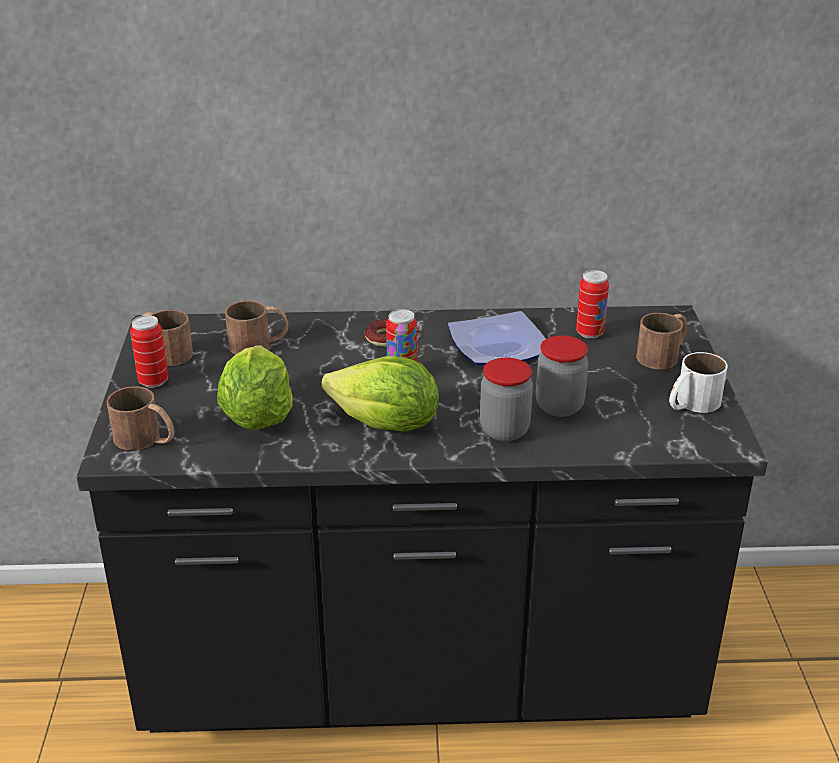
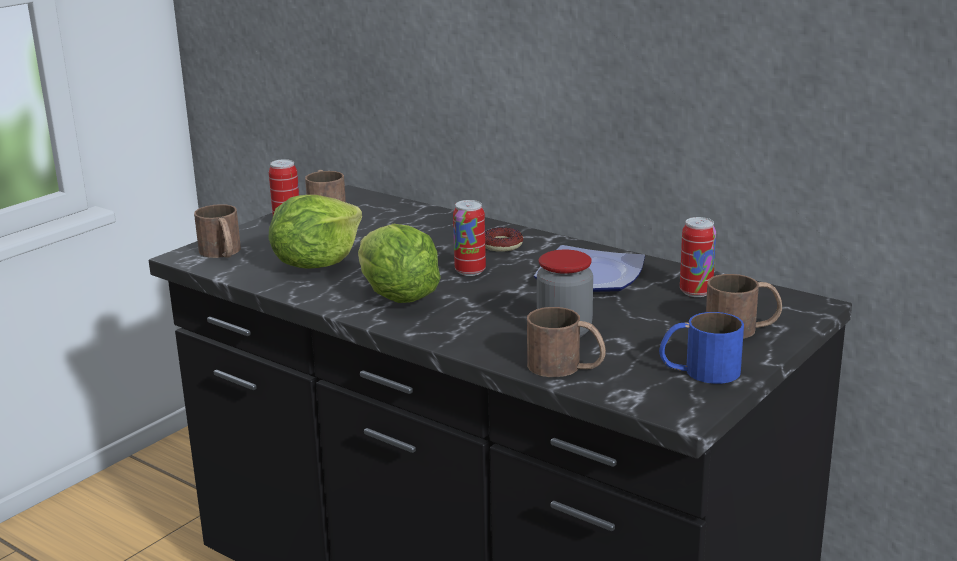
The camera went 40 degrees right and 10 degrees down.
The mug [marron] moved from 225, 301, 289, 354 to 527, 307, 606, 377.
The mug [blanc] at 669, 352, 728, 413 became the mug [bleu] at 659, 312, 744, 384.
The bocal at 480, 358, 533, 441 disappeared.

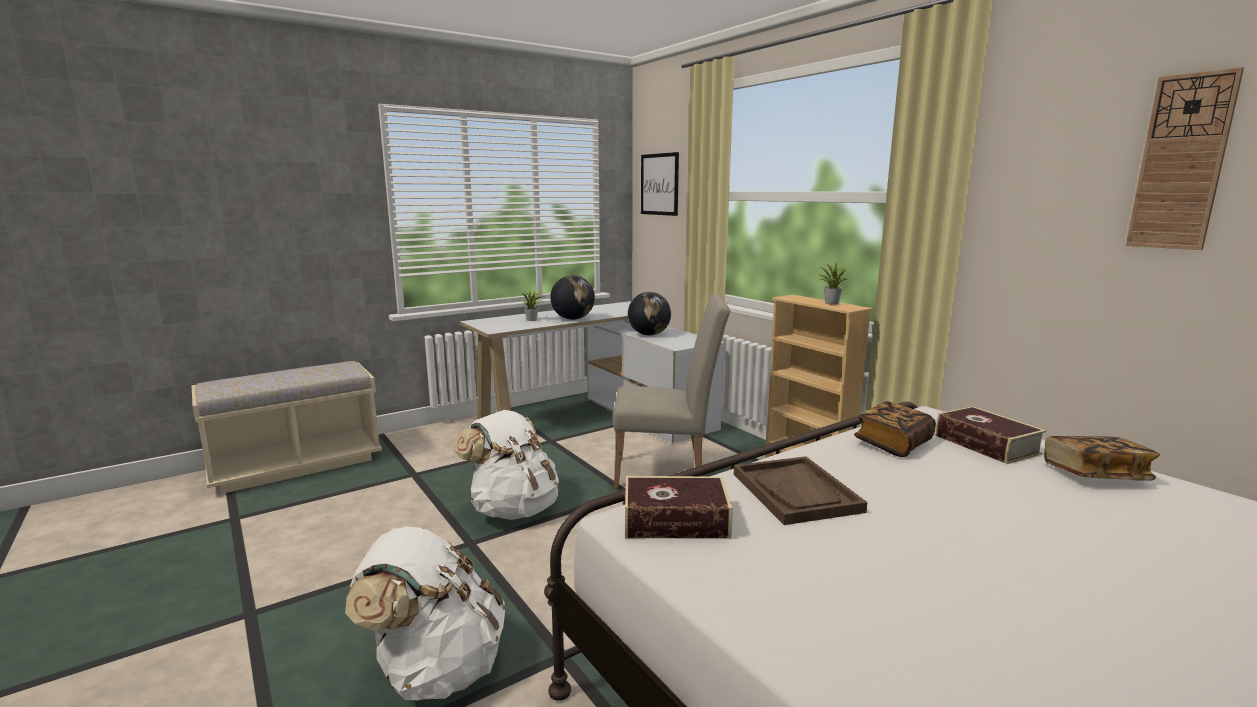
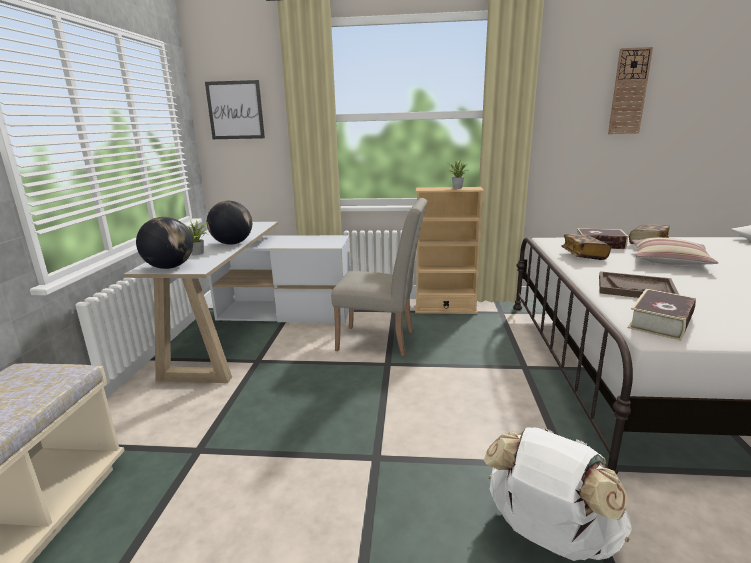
The camera went 50 degrees left and 5 degrees up.
The globe moved from 628, 292, 671, 335 to 136, 217, 193, 269.
The chaise [beige] at 613, 294, 730, 489 turned 60 degrees clockwise.
The coussin at 632, 237, 718, 265 appeared.
The sac à dos [blanc] at 454, 410, 559, 520 disappeared.

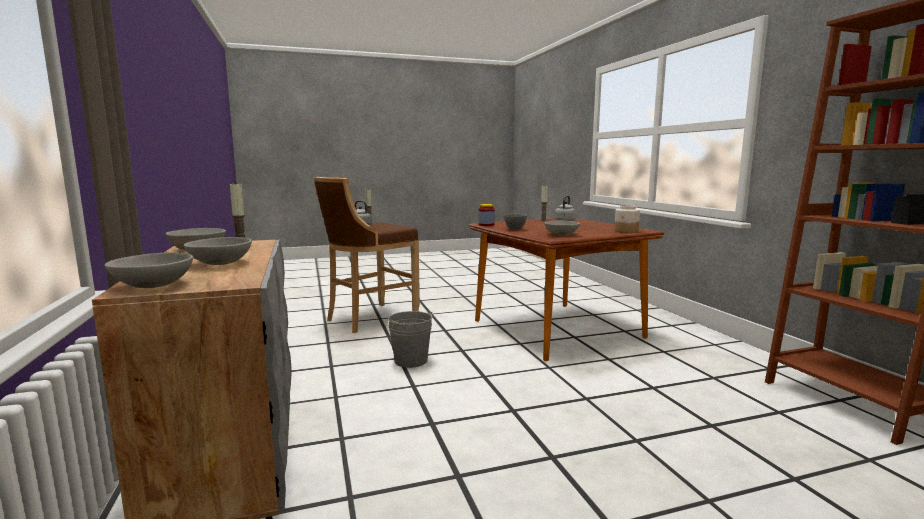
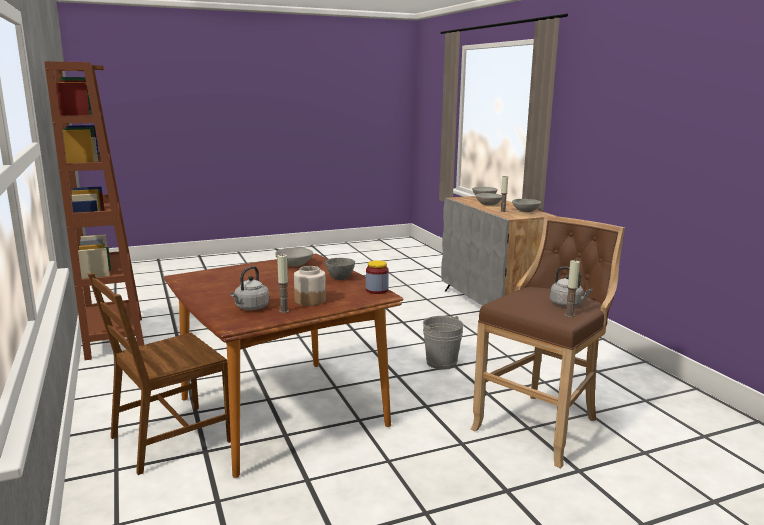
The camera went 175 degrees right and 5 degrees up.
The chaise [marron] at 88, 273, 231, 475 appeared.
The bocal moved from 614, 205, 640, 233 to 294, 266, 326, 306.

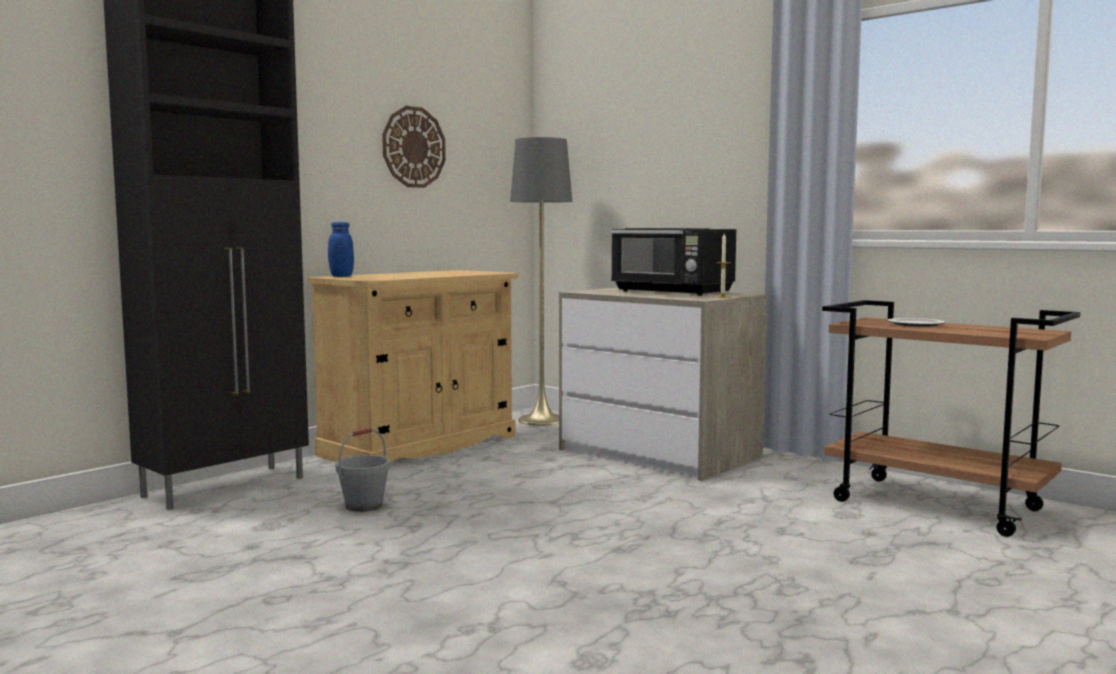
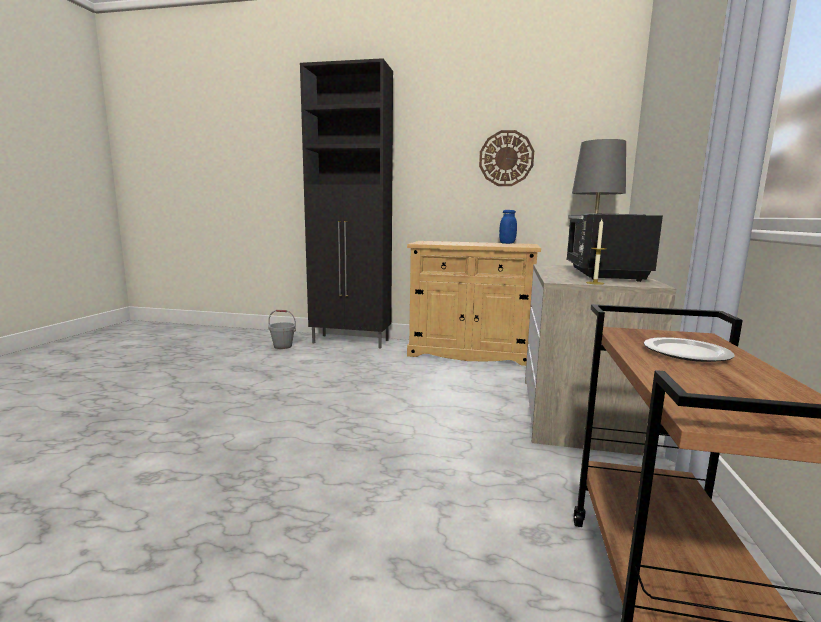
The camera went 60 degrees right and 5 degrees up.
The seau [gris] moved from 336, 428, 390, 512 to 268, 310, 296, 349.
The bocal [bleu] moved from 328, 222, 354, 277 to 499, 210, 517, 244.

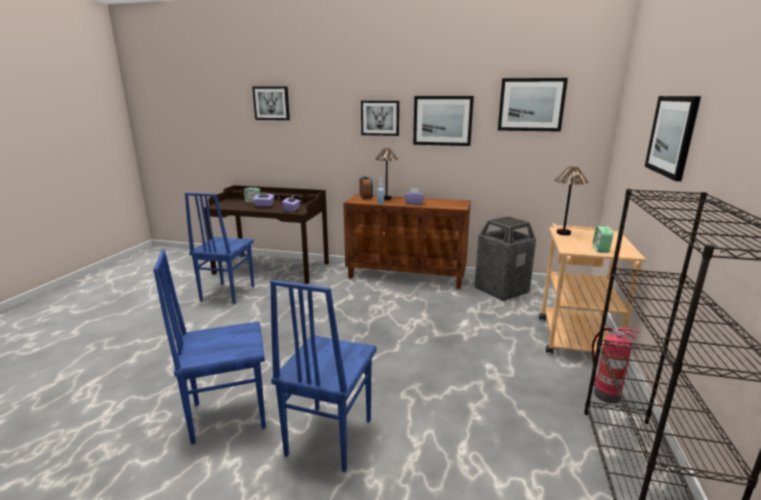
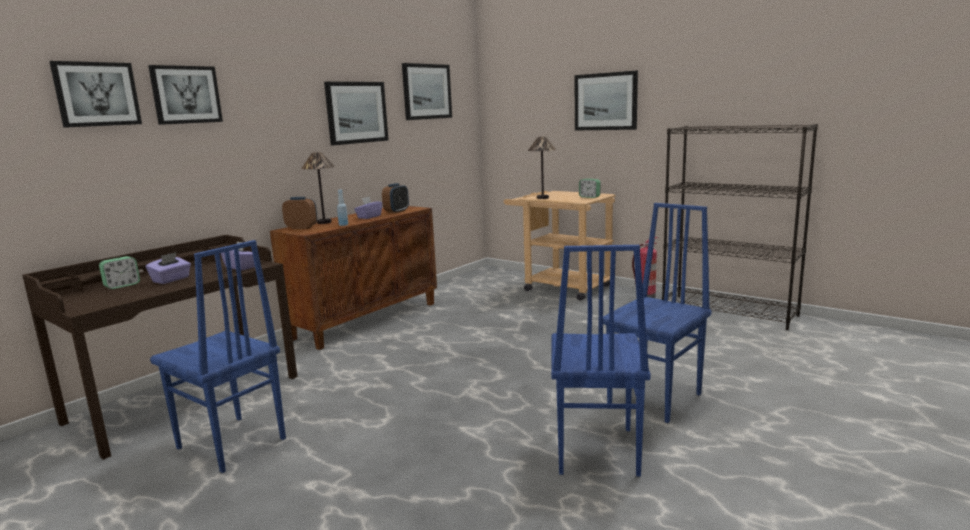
The camera went 65 degrees left and 5 degrees down.
The tableau moved from 361, 101, 399, 136 to 148, 65, 223, 125.
The réveil at 382, 183, 409, 213 appeared.
The chaise [bleu] at 270, 280, 377, 472 turned 90 degrees counterclockwise.
The poubelle at 474, 216, 536, 301 disappeared.

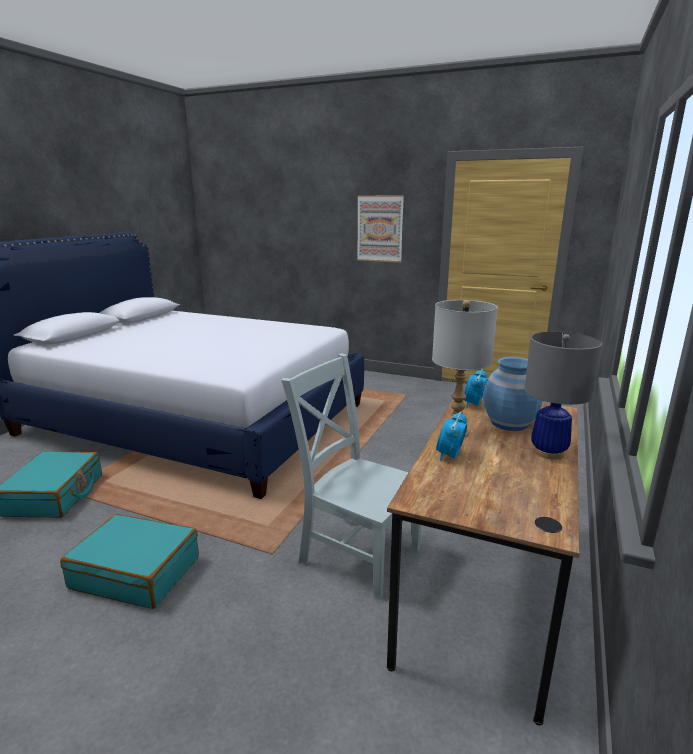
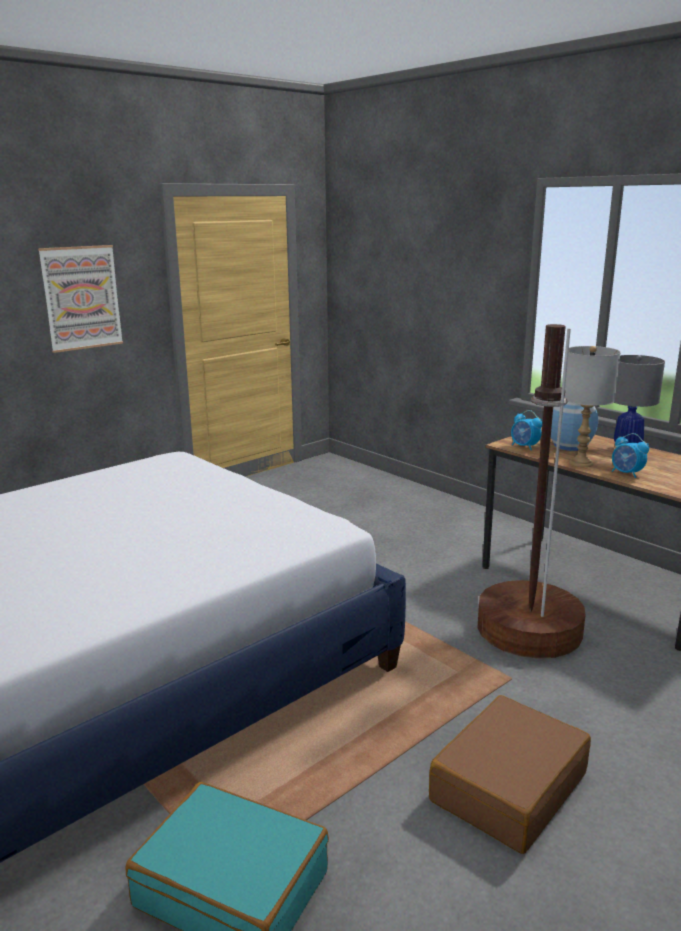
The camera went 65 degrees left and 0 degrees up.
The valise [turquoise] at 60, 514, 199, 609 became the valise [marron] at 429, 695, 591, 854.
The chaise [gris] at 281, 353, 421, 600 was replaced by the lampadaire [marron] at 477, 324, 586, 659.

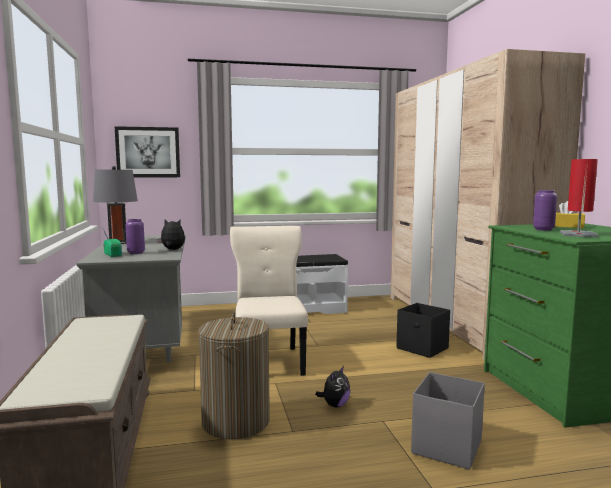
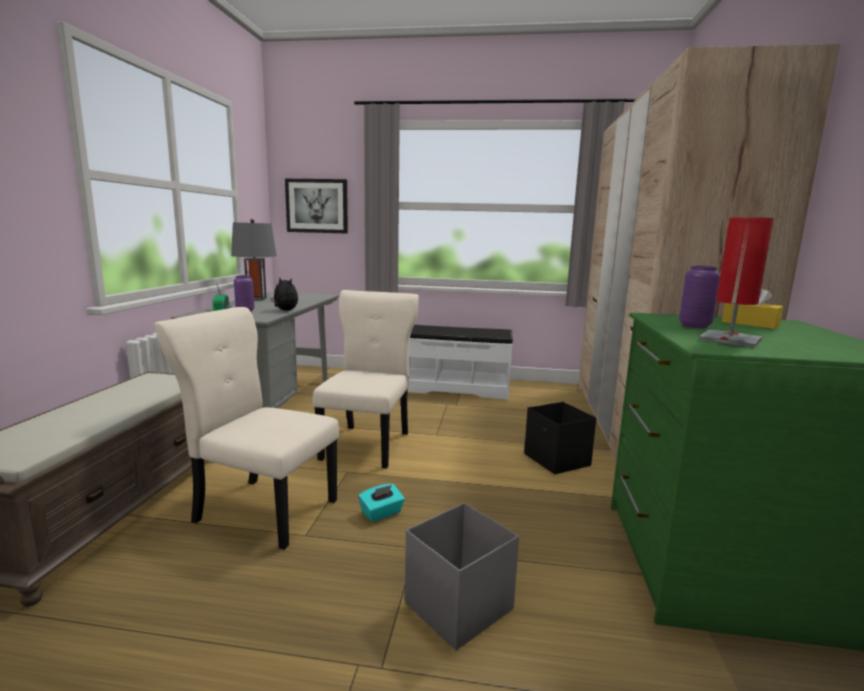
The camera went 20 degrees right and 5 degrees up.
The panier à linge at 198, 311, 270, 440 was replaced by the chaise [beige] at 154, 307, 339, 550.
The peluche at 315, 366, 350, 408 was replaced by the boîte à mouchoirs [turquoise] at 358, 484, 405, 522.

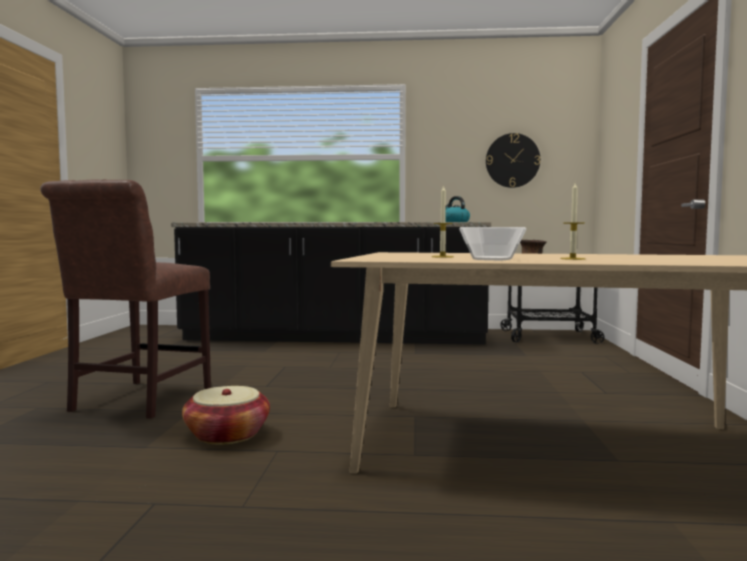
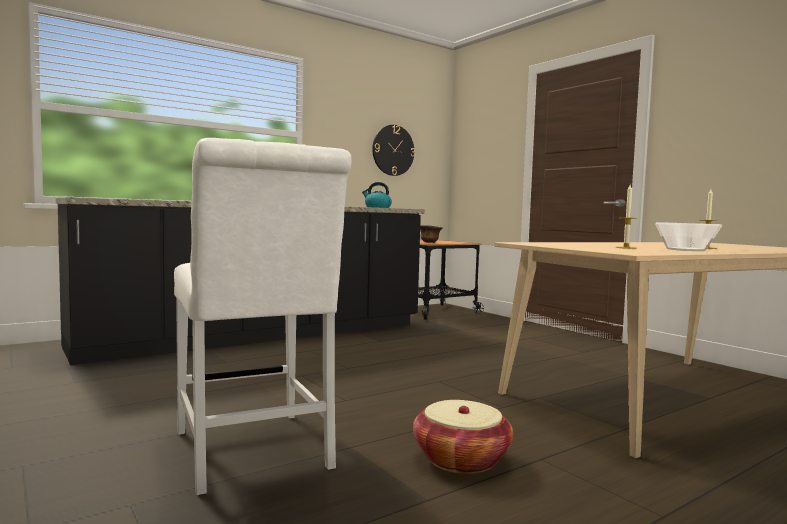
The camera went 40 degrees left and 0 degrees up.
The chaise [marron] at 40, 179, 211, 419 became the chaise [blanc] at 174, 138, 352, 495.

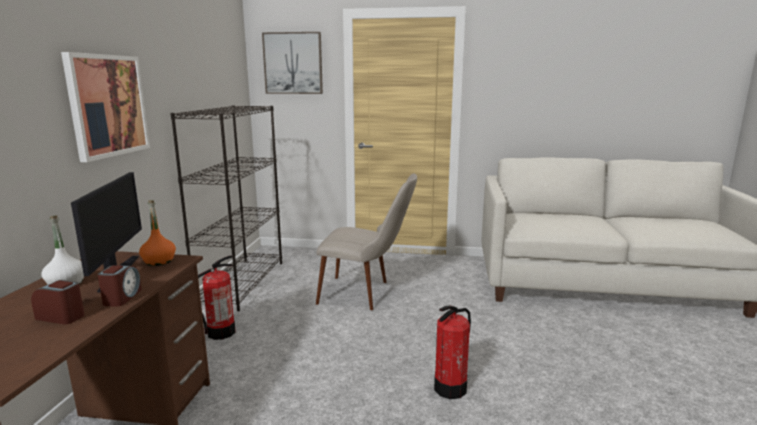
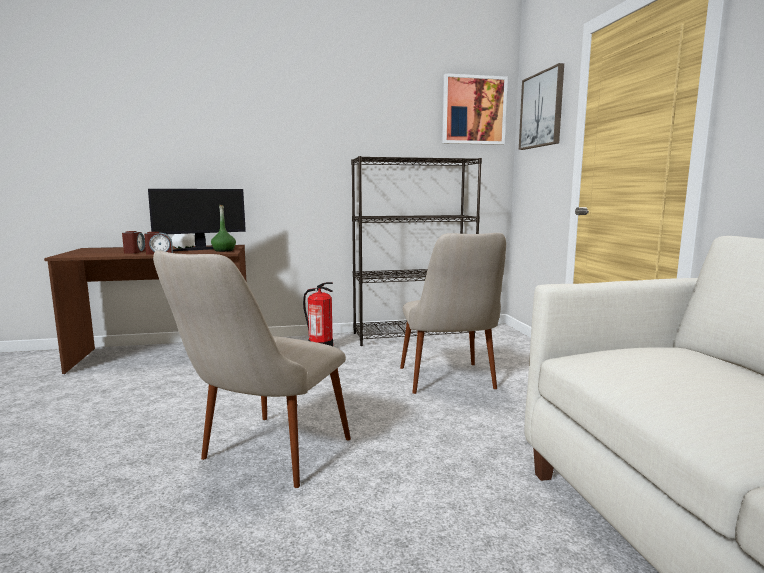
The camera went 70 degrees right and 5 degrees down.
The extincteur at 434, 306, 471, 399 was replaced by the chaise [beige] at 153, 250, 351, 488.
The bouteille [orange] at 139, 200, 176, 266 became the bouteille [vert] at 211, 205, 236, 252.
The tableau moved from 61, 52, 150, 162 to 442, 73, 508, 145.

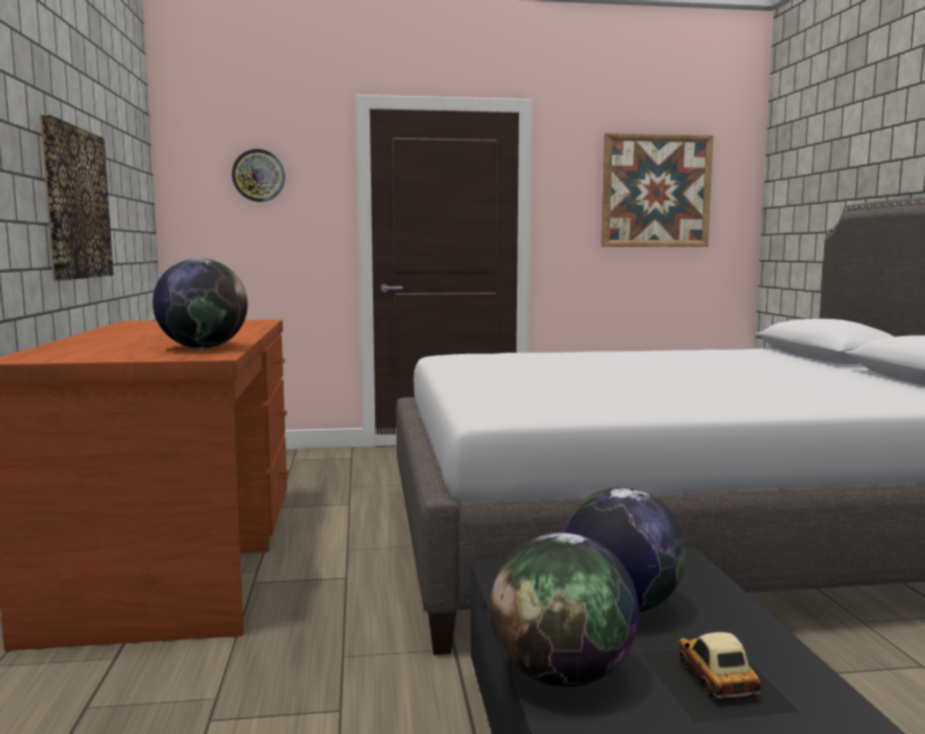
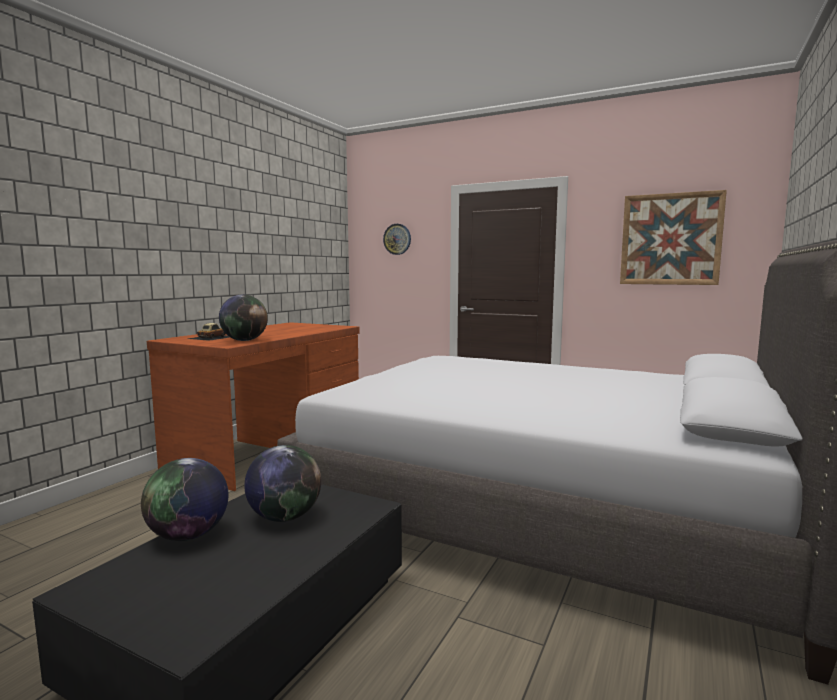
The camera went 35 degrees right and 0 degrees up.
The petite voiture moved from 641, 632, 800, 723 to 187, 323, 230, 341.
The tableau at 40, 115, 114, 281 disappeared.

